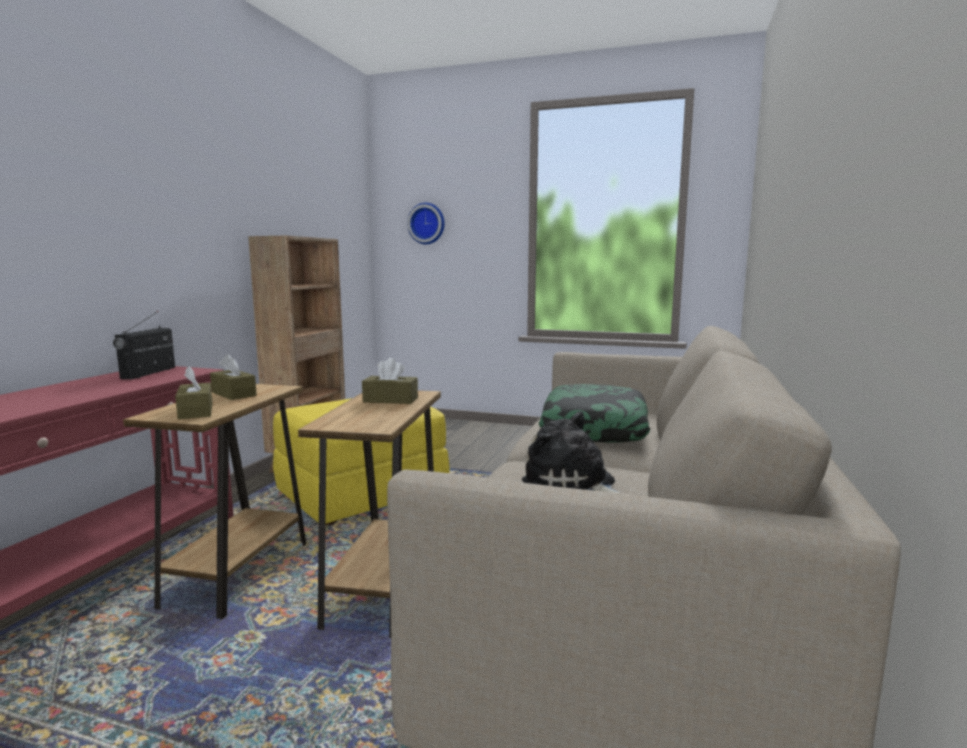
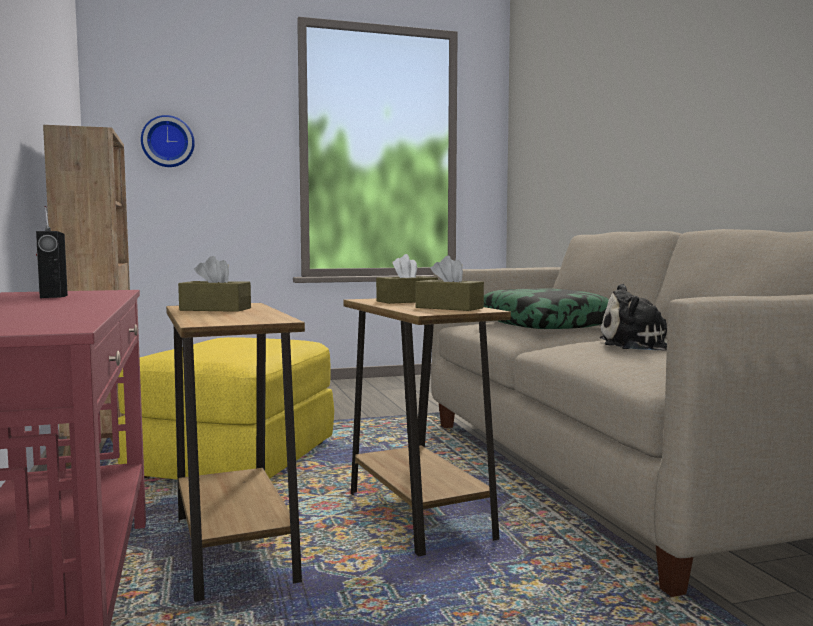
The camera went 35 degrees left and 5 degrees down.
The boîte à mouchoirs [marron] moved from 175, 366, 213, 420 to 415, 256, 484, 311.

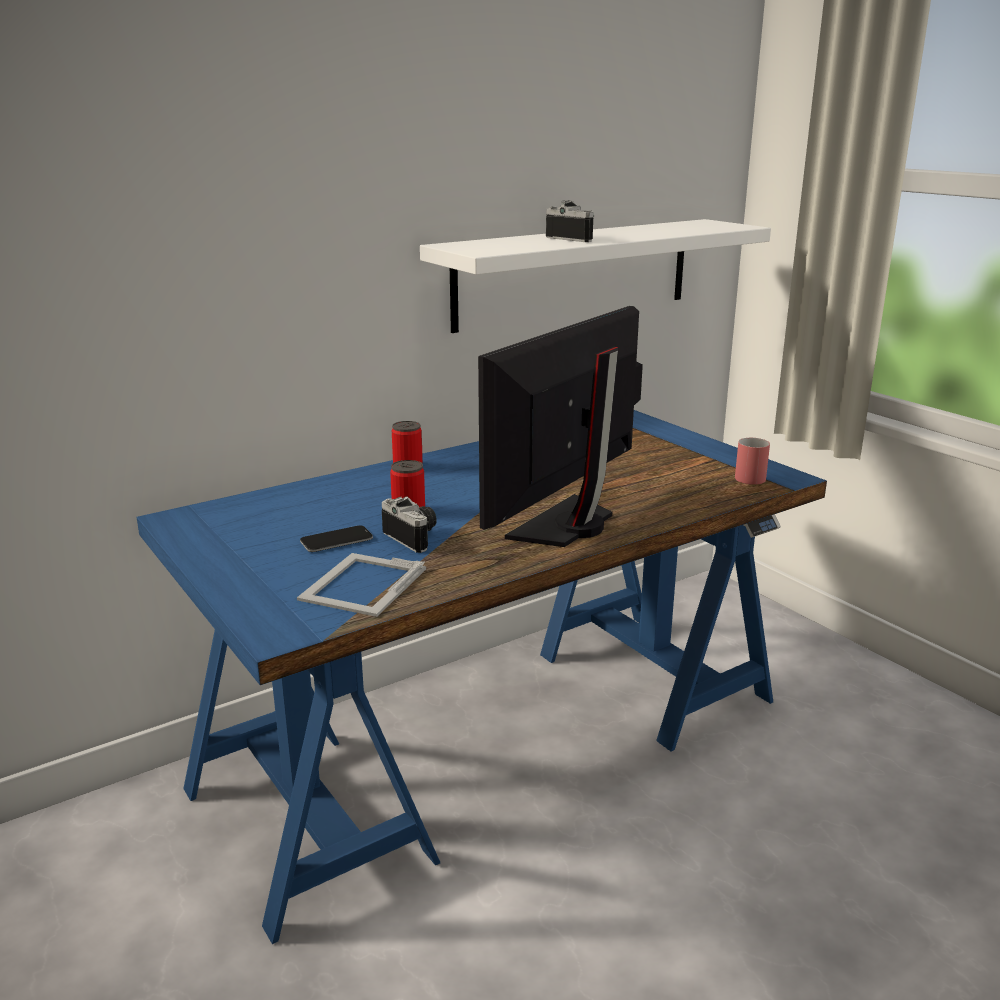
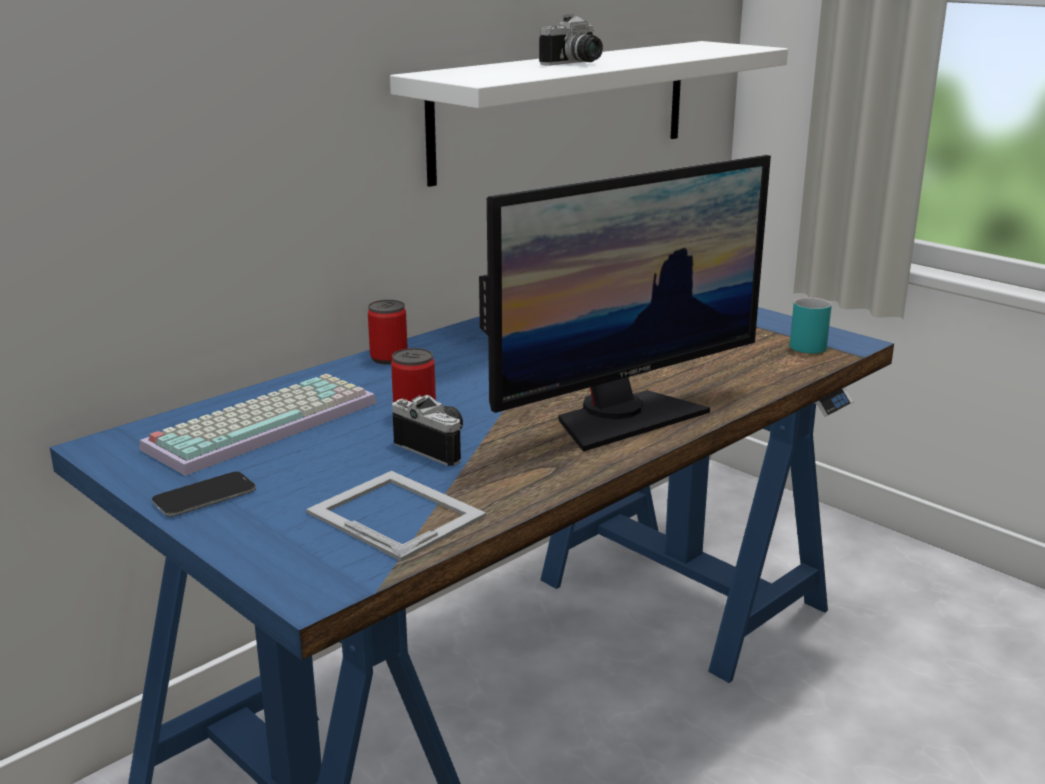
The camera went 10 degrees left and 0 degrees up.
The clavier at 139, 374, 377, 476 appeared.
The téléphone moved from 300, 525, 373, 552 to 152, 472, 256, 517.
The cadre photo at 297, 553, 426, 617 turned 120 degrees clockwise.
The écran d'ordinateur at 478, 306, 643, 547 turned 150 degrees counterclockwise.
The appareil photo at 546, 200, 594, 242 turned 105 degrees clockwise.
The mug [rouge] at 735, 438, 770, 485 became the mug [turquoise] at 790, 297, 832, 353.

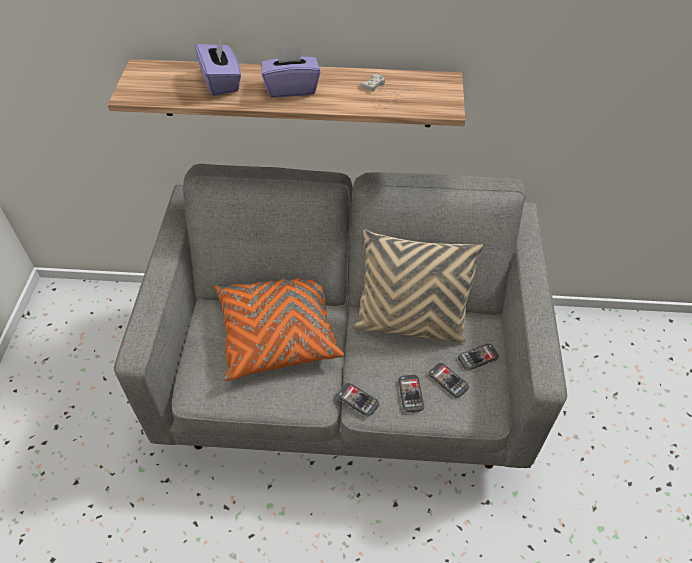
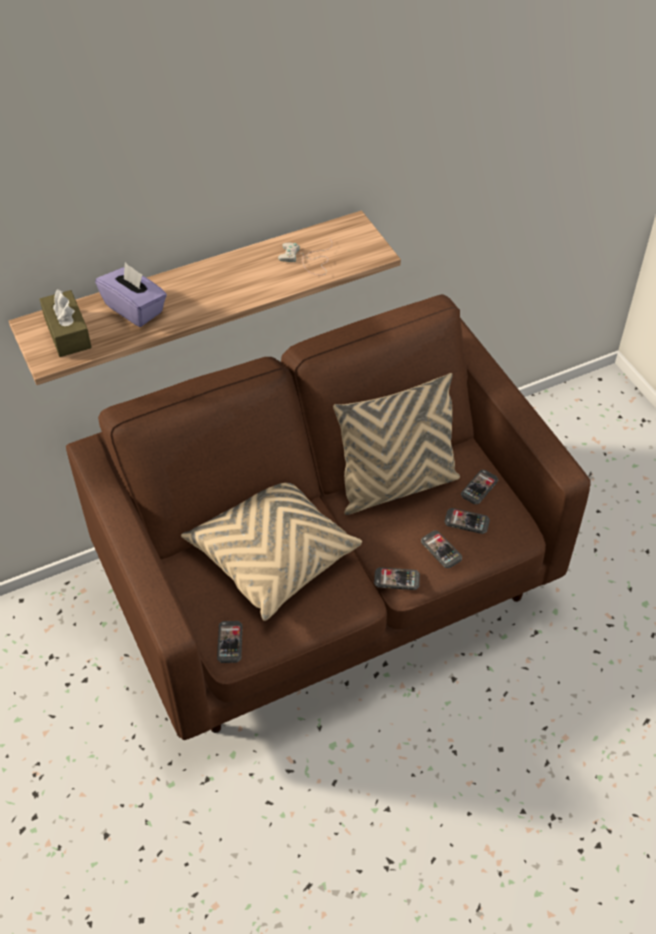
The camera went 30 degrees left and 0 degrees up.
The boîte à mouchoirs [marron] at 40, 288, 92, 357 appeared.
The canapé [gris] at 114, 164, 567, 469 became the canapé [marron] at 66, 294, 590, 740.
The coussin [orange] at 215, 279, 344, 381 became the coussin [beige] at 181, 483, 362, 621.
The téléphone at 217, 621, 243, 663 appeared.
The boîte à mouchoirs [violet] at 261, 45, 320, 97 disappeared.

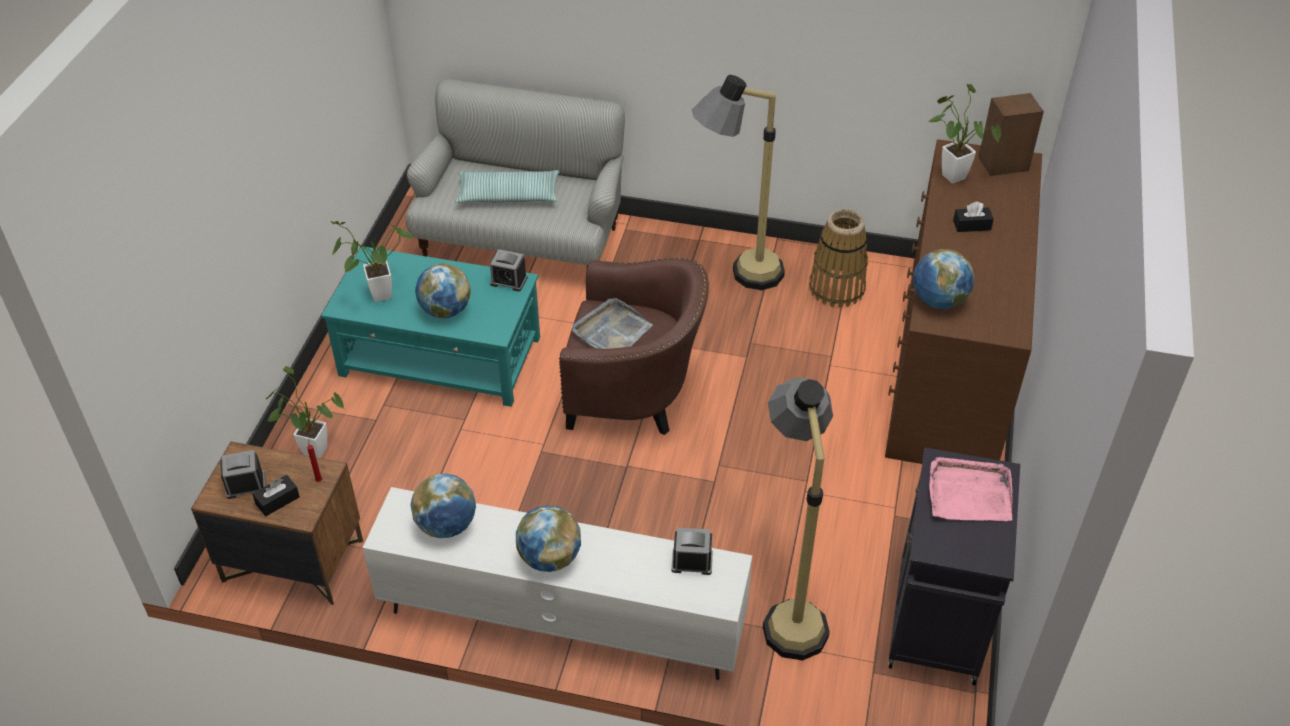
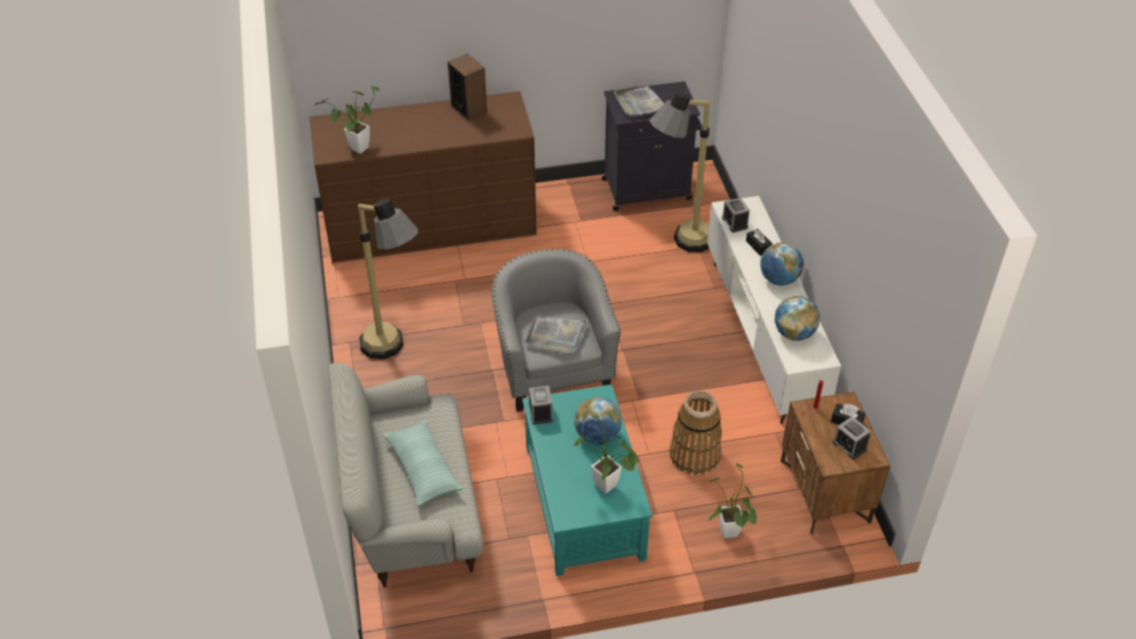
The camera went 115 degrees left and 0 degrees up.
The enceinte moved from 979, 93, 1044, 176 to 448, 54, 487, 121.
The fauteuil [marron] at 559, 257, 709, 435 became the fauteuil [gris] at 492, 249, 621, 412.
The plateau [rose] at 929, 457, 1013, 521 became the plateau [gris] at 614, 86, 664, 117.
The panier moved from 809, 209, 868, 308 to 669, 391, 722, 475.
The boîte à mouchoirs [noir] moved from 953, 202, 994, 232 to 746, 229, 773, 256.
The globe at 913, 249, 974, 309 disappeared.

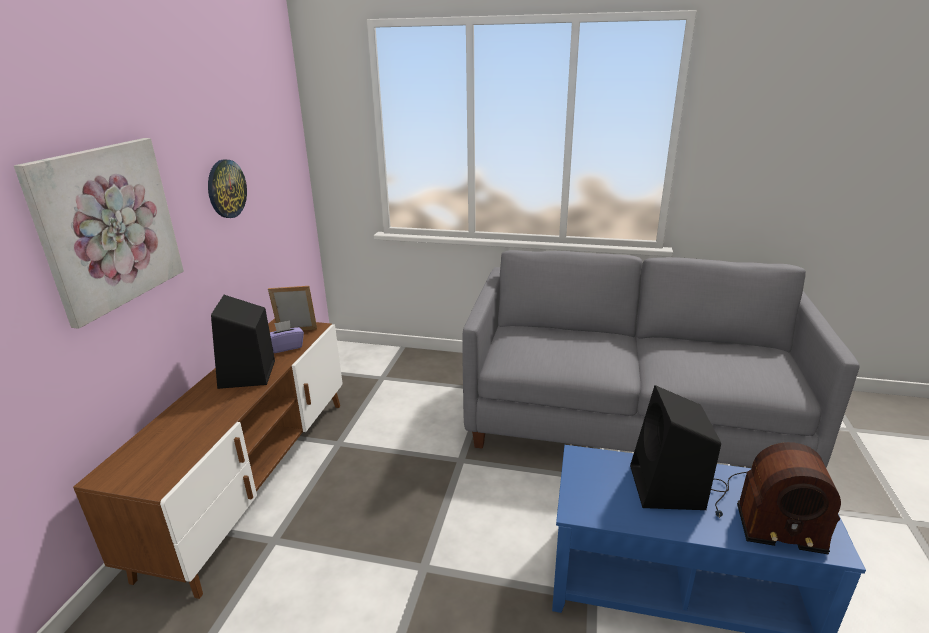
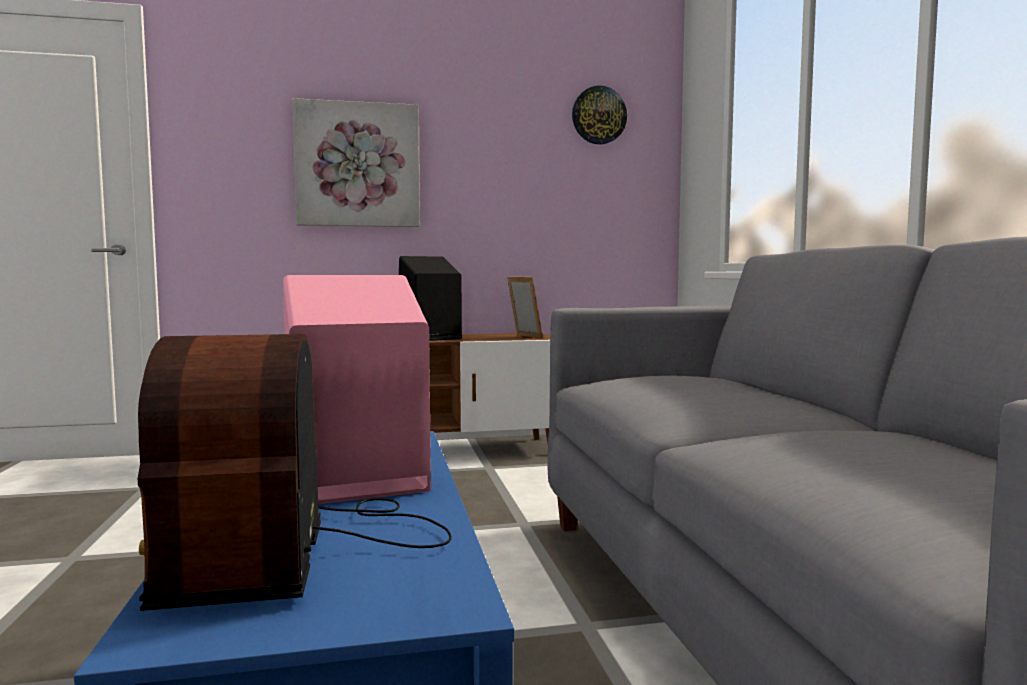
The camera went 65 degrees right and 20 degrees down.
The enceinte [noir] at 630, 385, 721, 510 became the enceinte [rose] at 283, 275, 431, 504.
The horloge murale moved from 208, 160, 247, 218 to 572, 86, 627, 144.
The boîte à mouchoirs [violet] at 270, 320, 304, 353 disappeared.

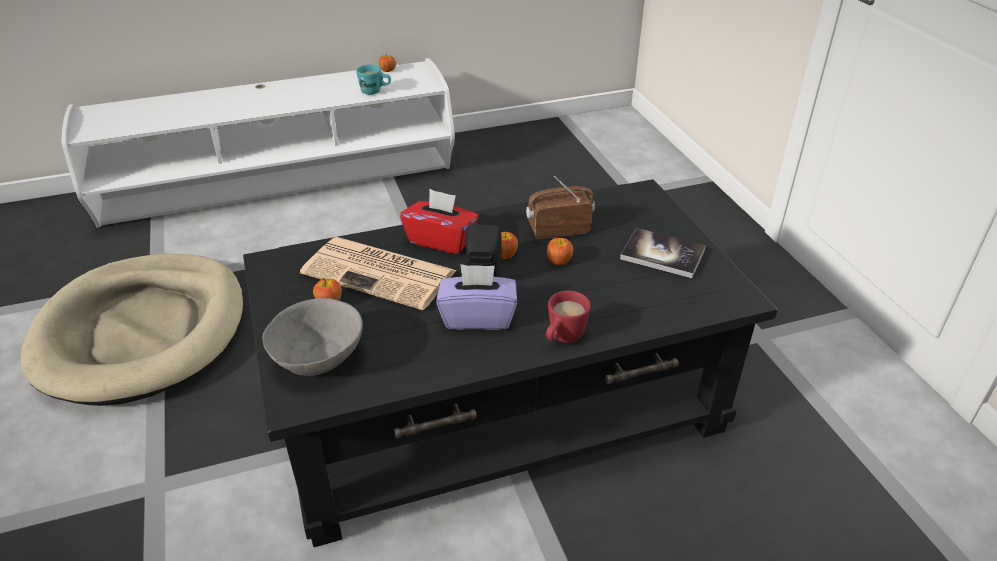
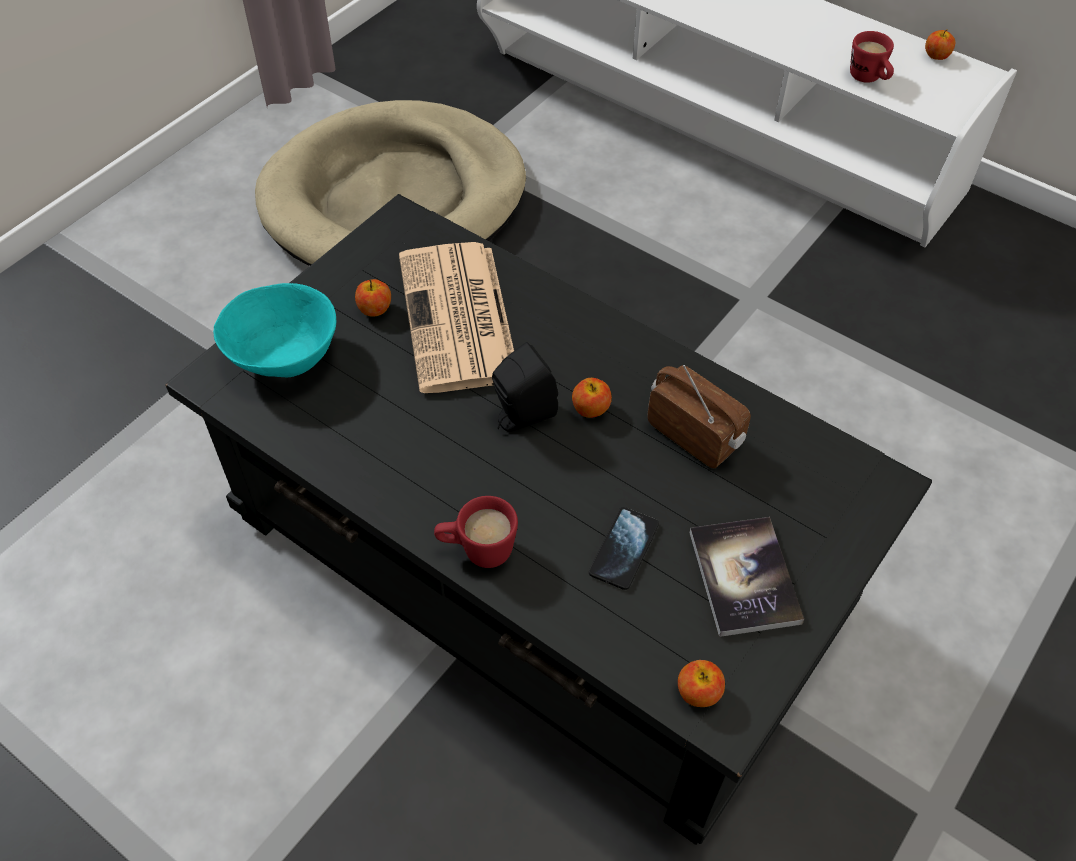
The camera went 55 degrees right and 15 degrees up.
The bol [gris] at 262, 298, 363, 376 became the bol [turquoise] at 213, 283, 336, 377.
The téléphone at 589, 507, 659, 590 appeared.
The pomme moved from 547, 238, 573, 265 to 678, 660, 725, 707.
The mug [turquoise] at 356, 65, 391, 95 became the mug [rouge] at 850, 31, 894, 83.
The boîte à mouchoirs [rouge] at 400, 189, 479, 254 disappeared.
The boîte à mouchoirs [violet] at 436, 264, 517, 330 disappeared.

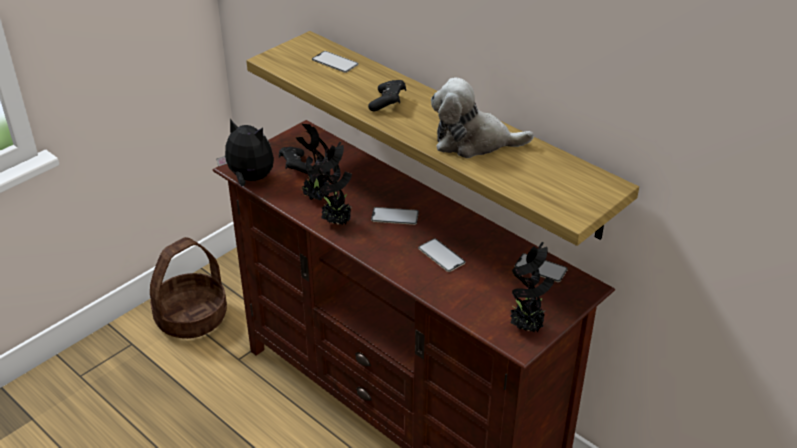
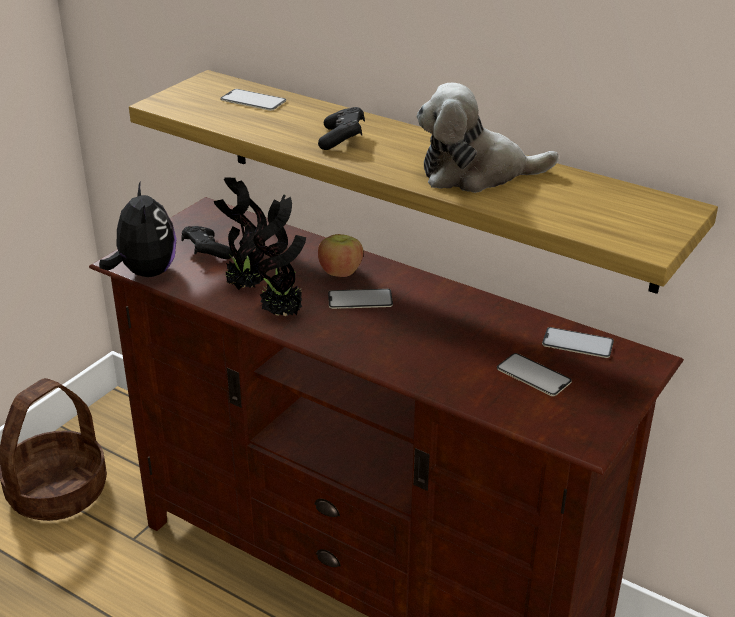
The camera went 10 degrees left and 5 degrees down.
The peluche at 216, 119, 274, 186 turned 60 degrees clockwise.
The pomme at 318, 234, 363, 277 appeared.
The téléphone moved from 418, 239, 465, 272 to 497, 353, 572, 396.
The plante en pot at 511, 242, 555, 333 disappeared.

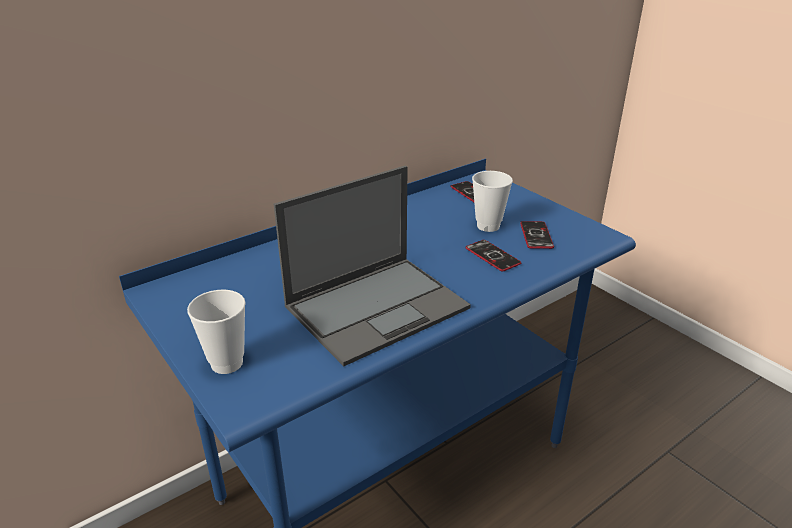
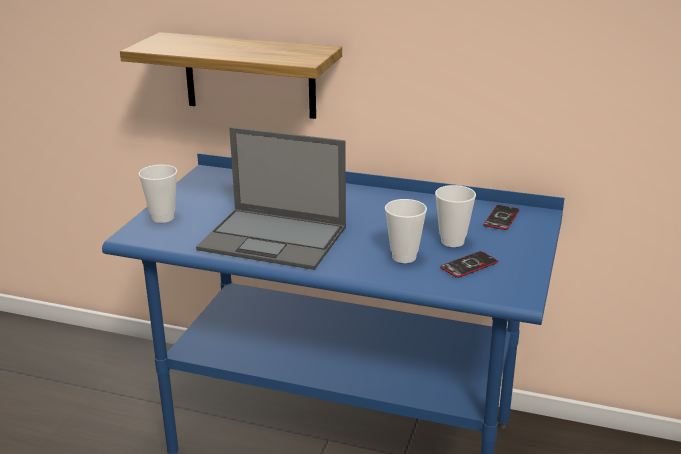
The camera went 55 degrees right and 5 degrees down.
The étagère at 120, 32, 342, 119 appeared.
The téléphone at 465, 240, 521, 271 was replaced by the tasse at 385, 199, 427, 263.

